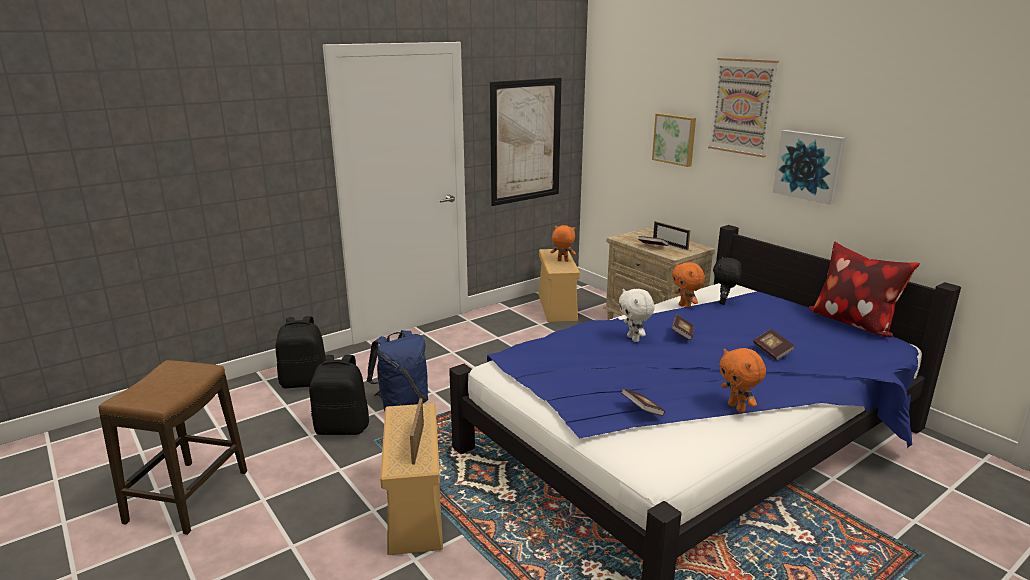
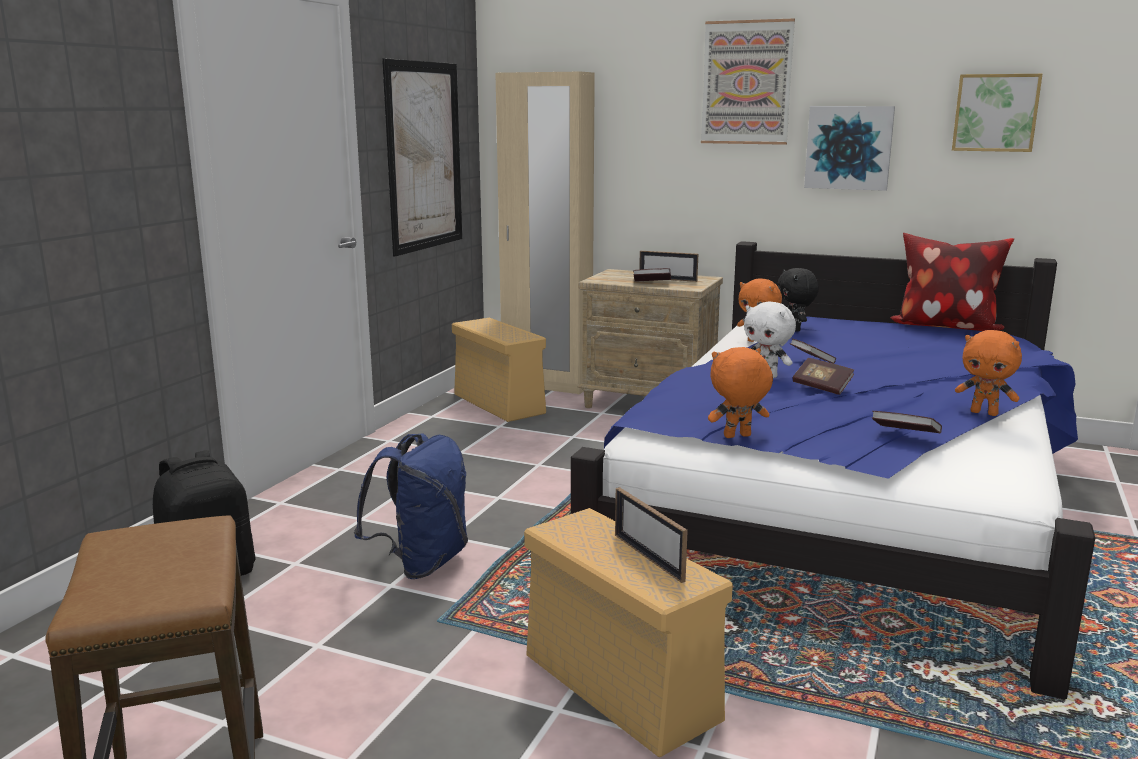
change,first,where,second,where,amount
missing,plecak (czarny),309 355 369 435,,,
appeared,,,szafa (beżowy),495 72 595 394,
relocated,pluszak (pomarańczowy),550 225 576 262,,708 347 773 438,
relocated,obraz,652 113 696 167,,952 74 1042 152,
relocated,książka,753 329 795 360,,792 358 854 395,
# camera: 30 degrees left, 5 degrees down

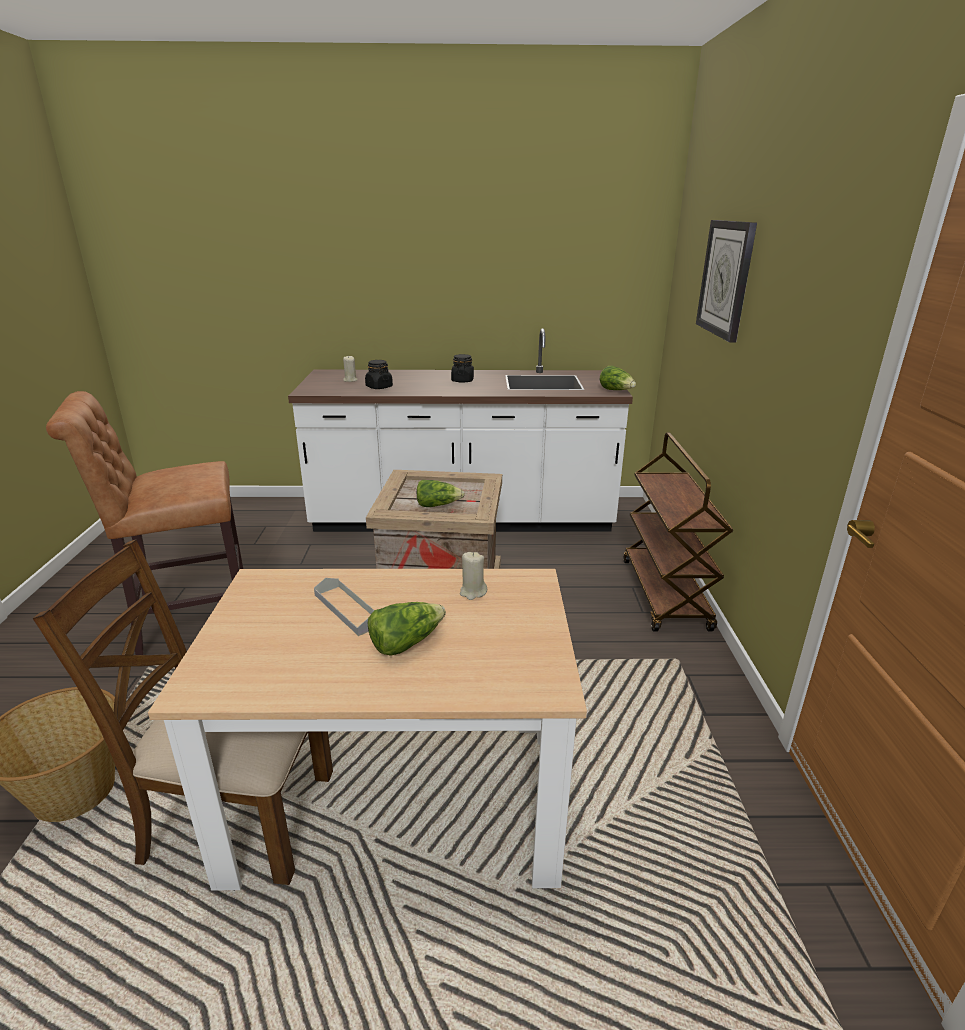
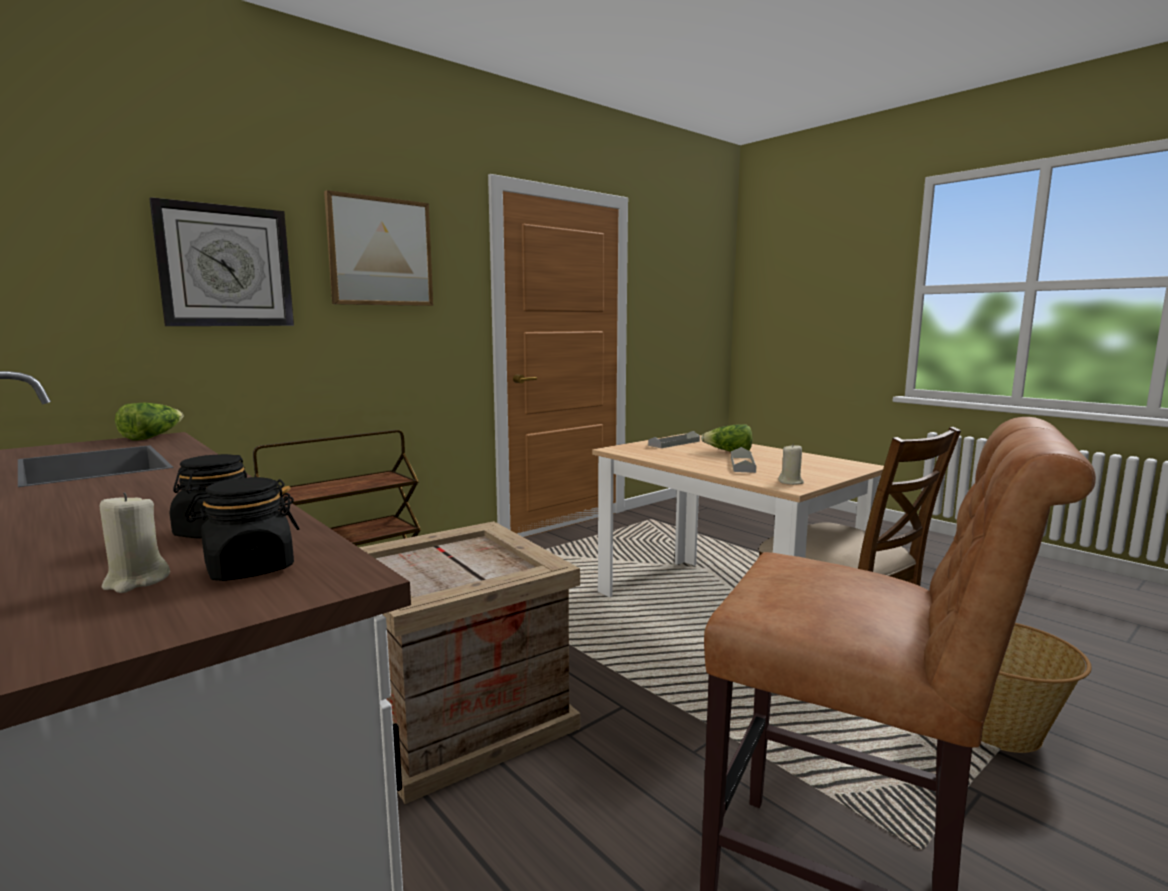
change,first,where,second,where,amount
missing,sałata,417 480 465 507,,,
appeared,,,obraz,324 190 433 306,
appeared,,,taca (szary),648 431 700 448,
relocated,słoik (czarny),451 354 474 383,,185 477 299 581,
relocated,świeca (beżowy),460 552 487 600,,778 445 804 485,
# camera: 130 degrees left, 15 degrees down

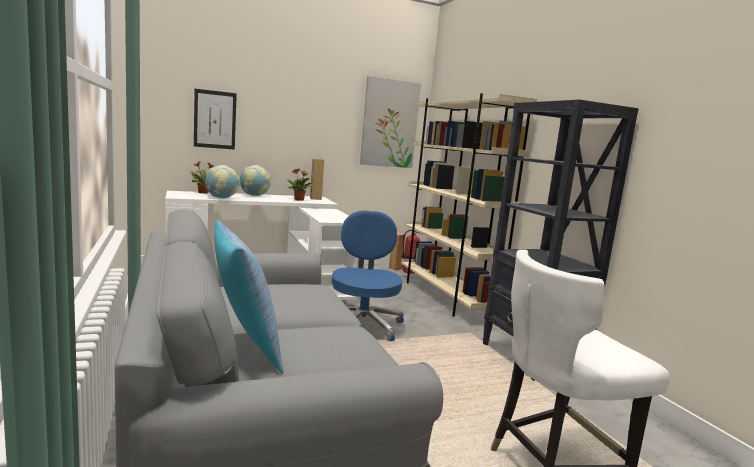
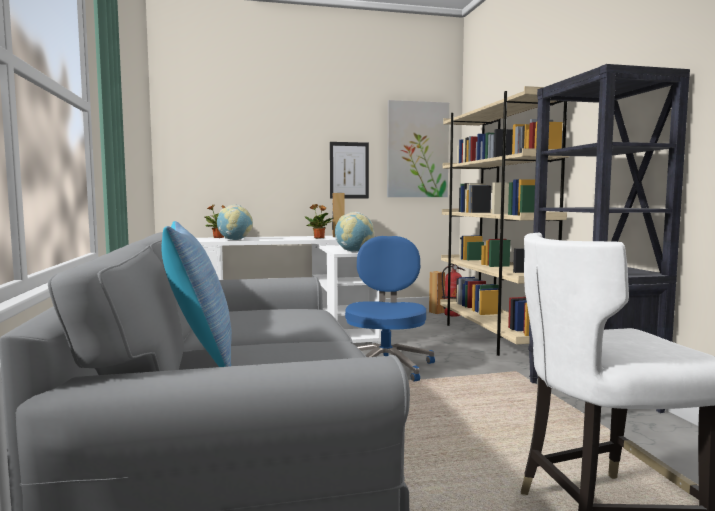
change,first,where,second,where,amount
relocated,obraz,194 89 237 150,,330 142 369 198,
relocated,globus,240 165 271 196,,335 212 375 252,
# camera: 10 degrees right, 5 degrees down

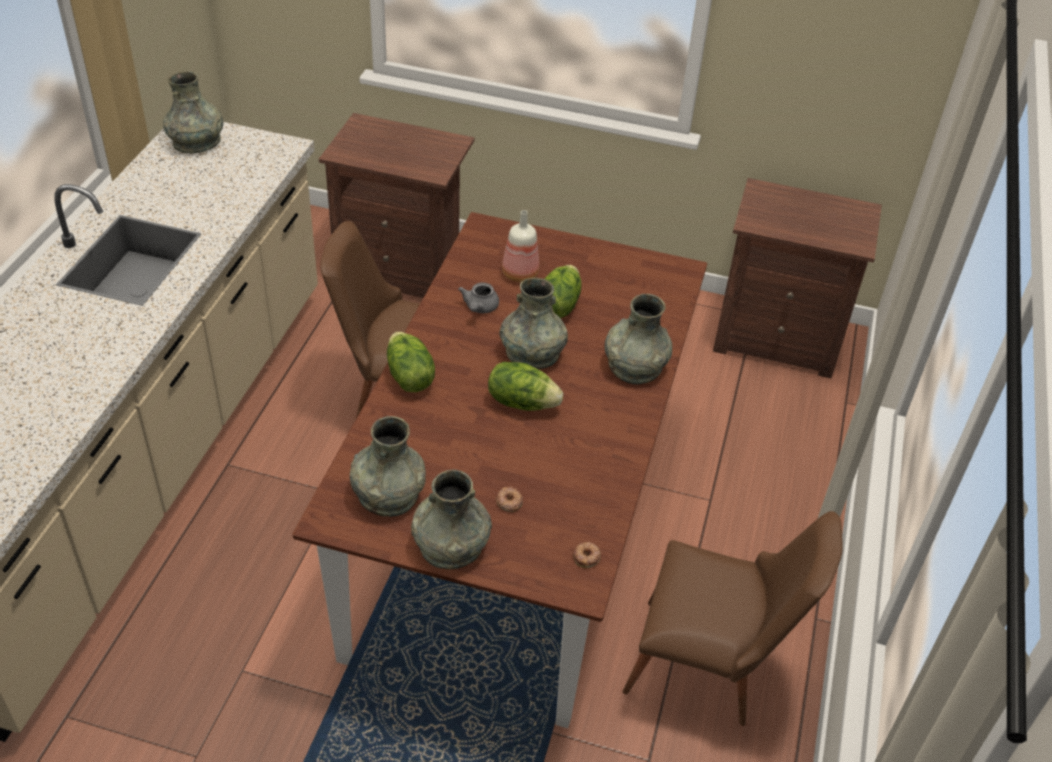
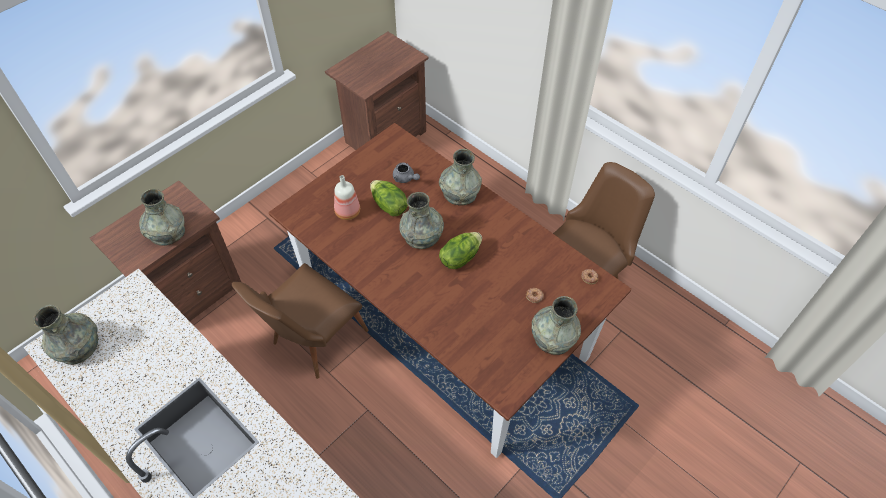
change,first,where,second,where,amount
missing,sałata,387 332 435 392,,,
relocated,wazon (szary),350 416 426 517,,139 189 185 246,
relocated,imbryk (szary),458 282 499 313,,393 163 420 183,
# camera: 60 degrees left, 10 degrees up

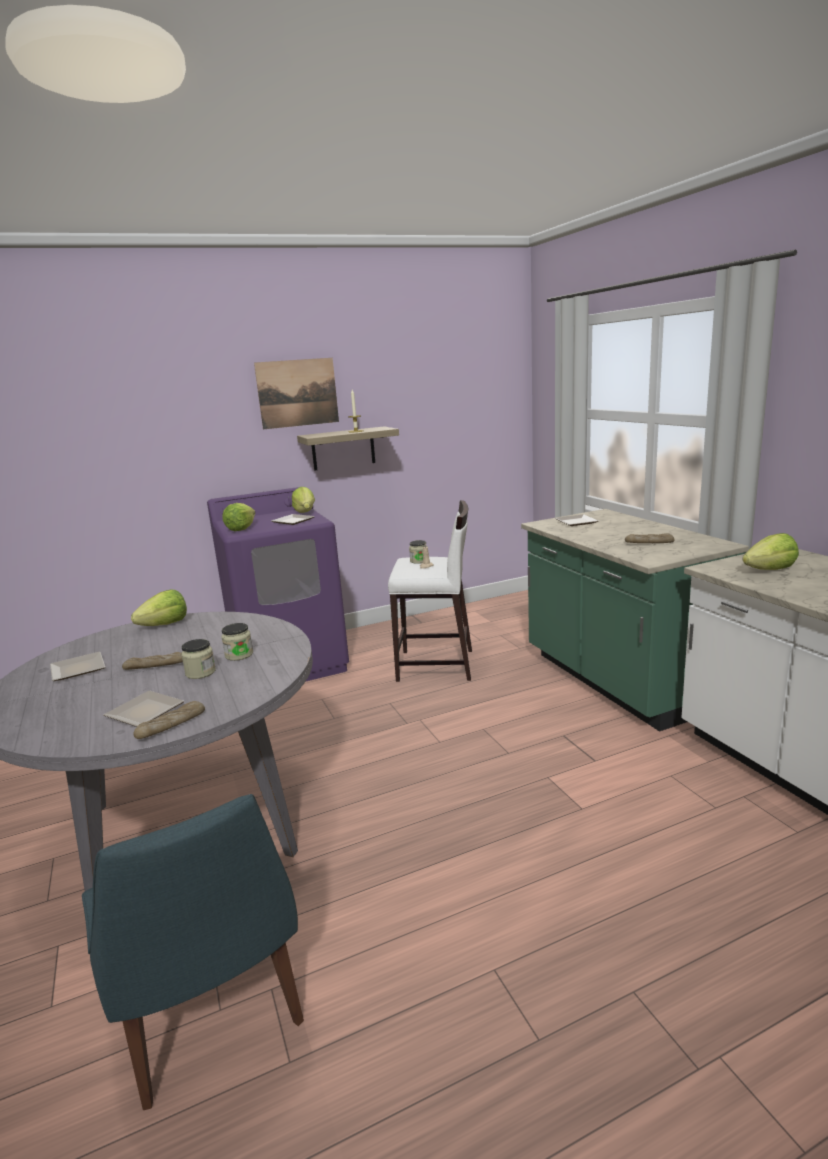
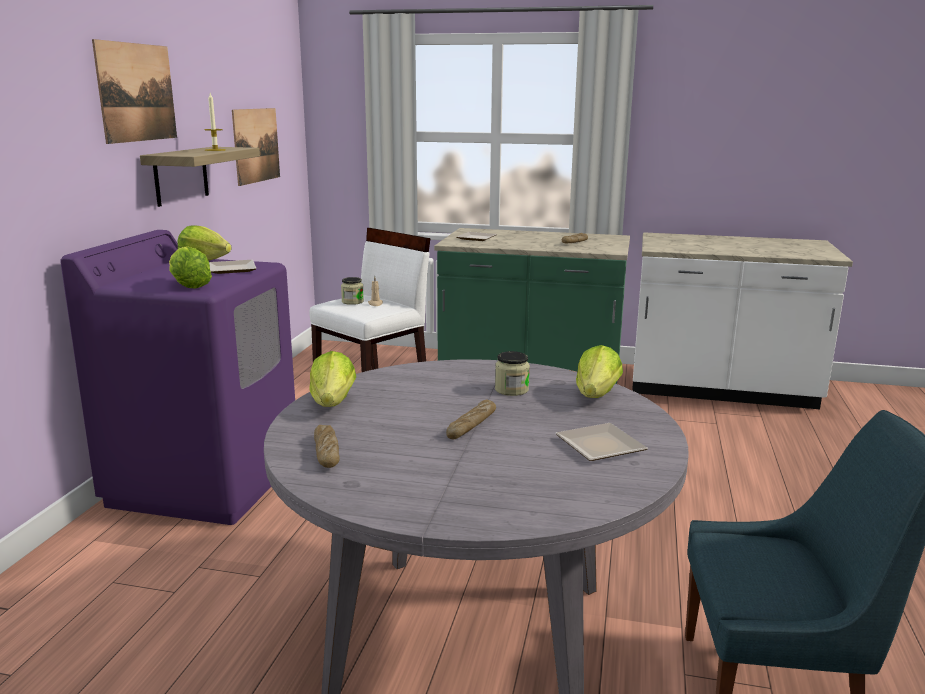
change,first,where,second,where,amount
missing,talerz,50 652 105 681,,,
missing,słoik,181 639 216 679,,,
appeared,,,obraz,232 108 280 186,
relocated,chleb,133 701 205 739,,314 425 340 468,
relocated,sałata,742 533 799 570,,576 345 623 398,
# camera: 55 degrees left, 0 degrees up

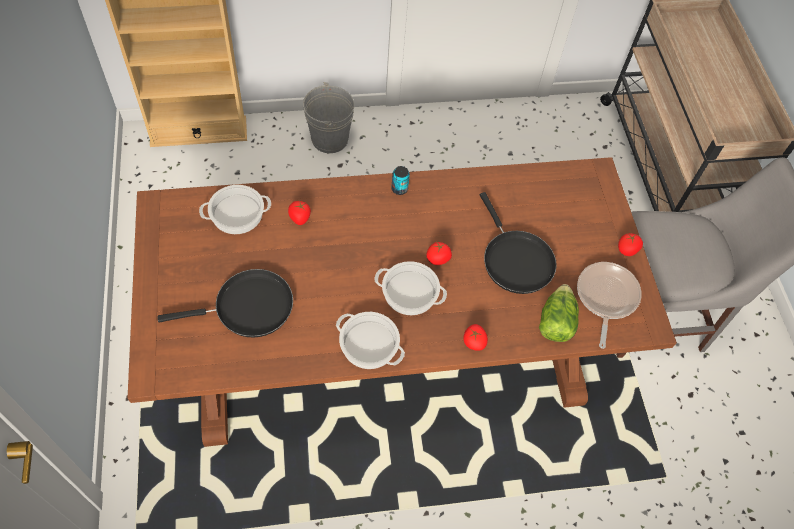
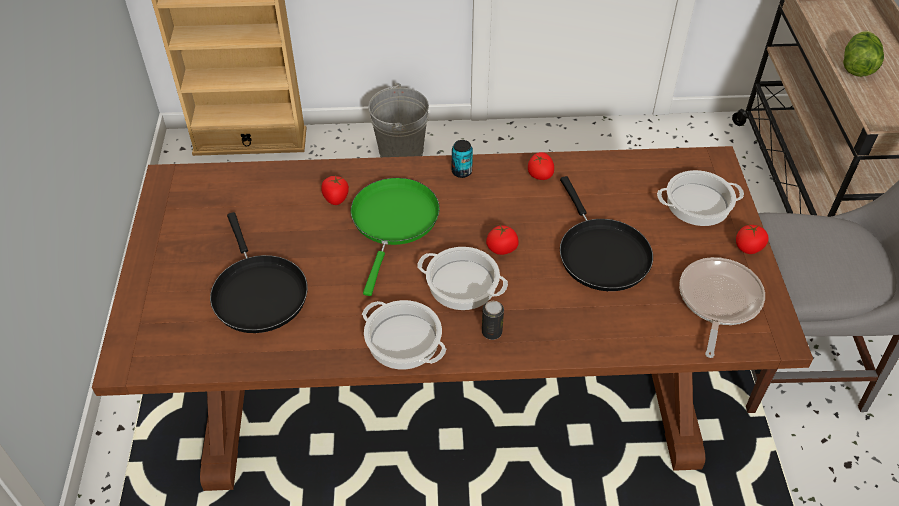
change,first,where,second,where,amount
appeared,,,patelnia (zielony),351 178 440 296,
appeared,,,puszka,482 301 504 340,
relocated,garnek,199 185 271 234,,657 170 744 226,
relocated,pomidor,464 324 488 351,,528 152 554 180,
relocated,sałata,539 284 579 342,,843 30 884 77,
spun,patelnia (czarny),157 269 293 338,,210 212 308 333,75 degrees clockwise
# camera: 10 degrees right, 10 degrees down

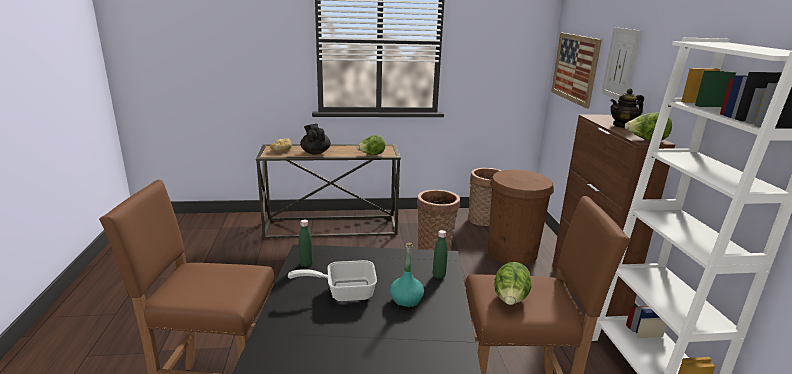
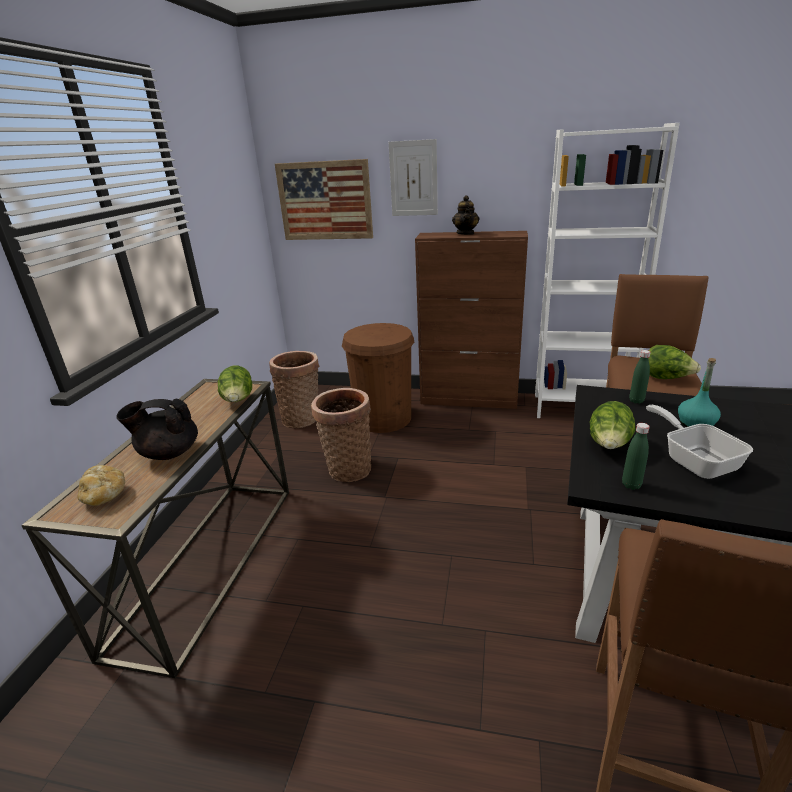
change,first,where,second,where,amount
relocated,sałata,625 112 672 141,,590 401 636 449,
spun,patelnia,288 260 377 301,,646 405 753 479,150 degrees clockwise
# camera: 70 degrees left, 5 degrees up

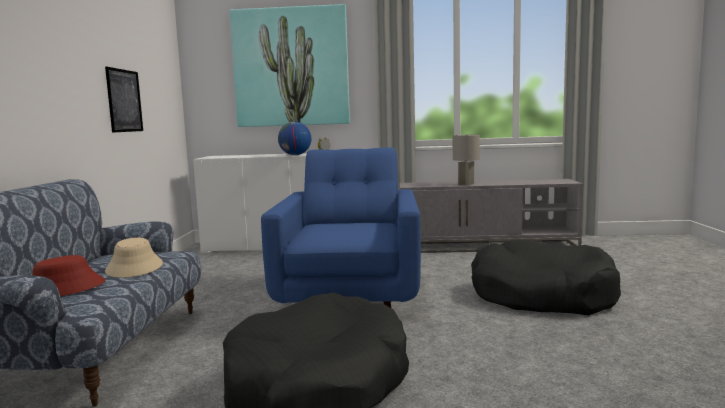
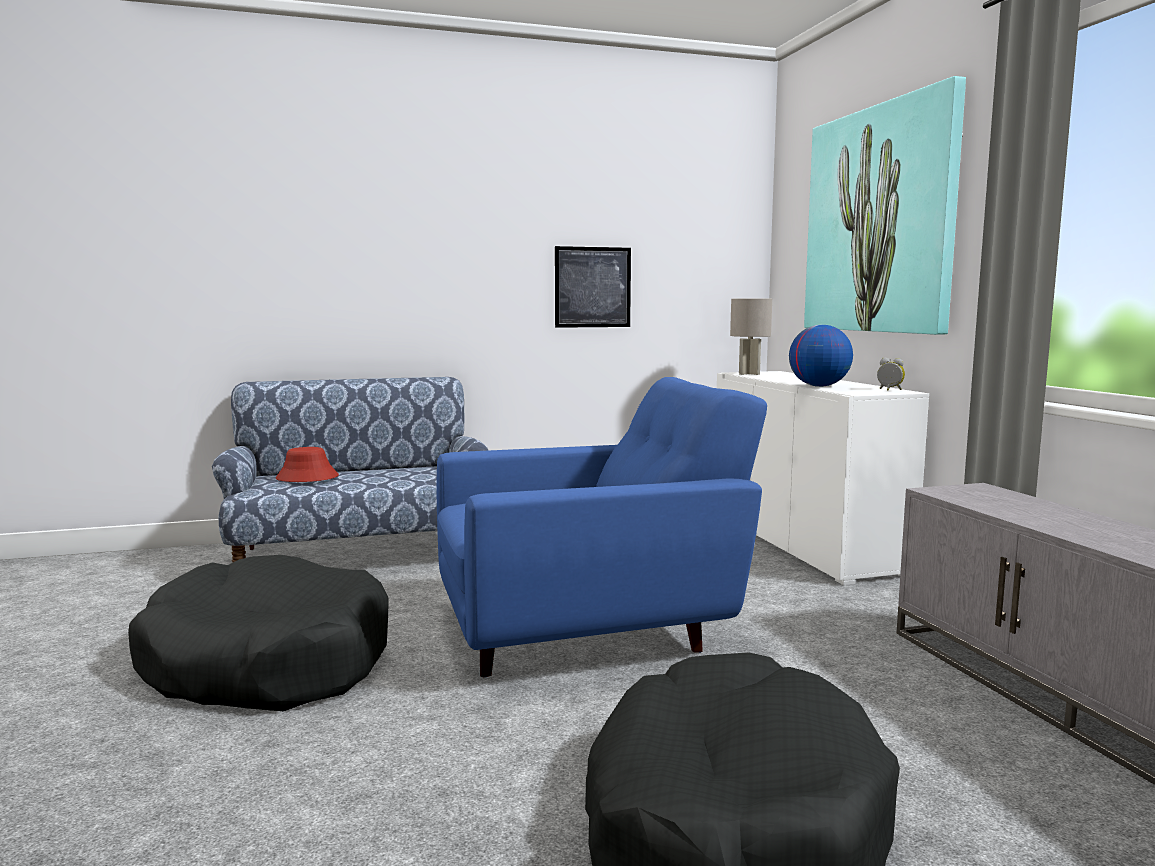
change,first,where,second,where,amount
missing,kapelusz (beżowy),105 237 163 278,,,
relocated,lampa stołowa (szary),453 135 480 186,,730 299 772 375,
# camera: 70 degrees right, 0 degrees up

